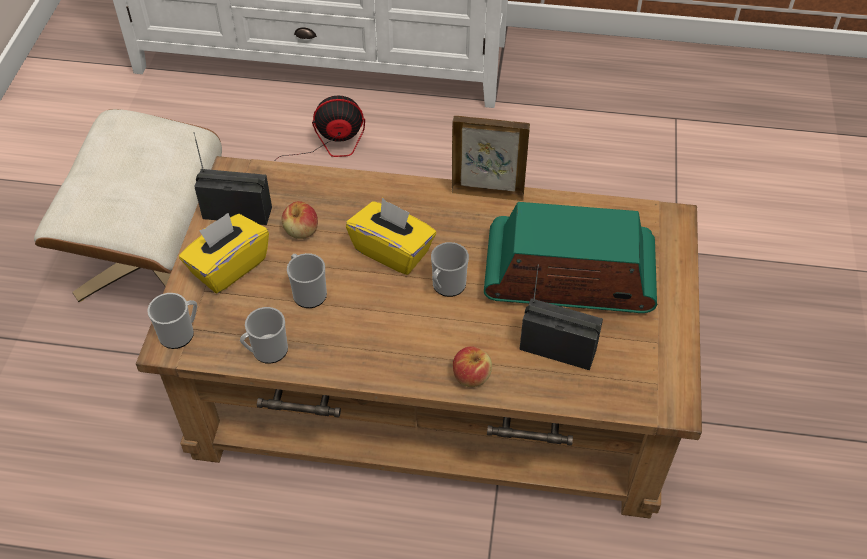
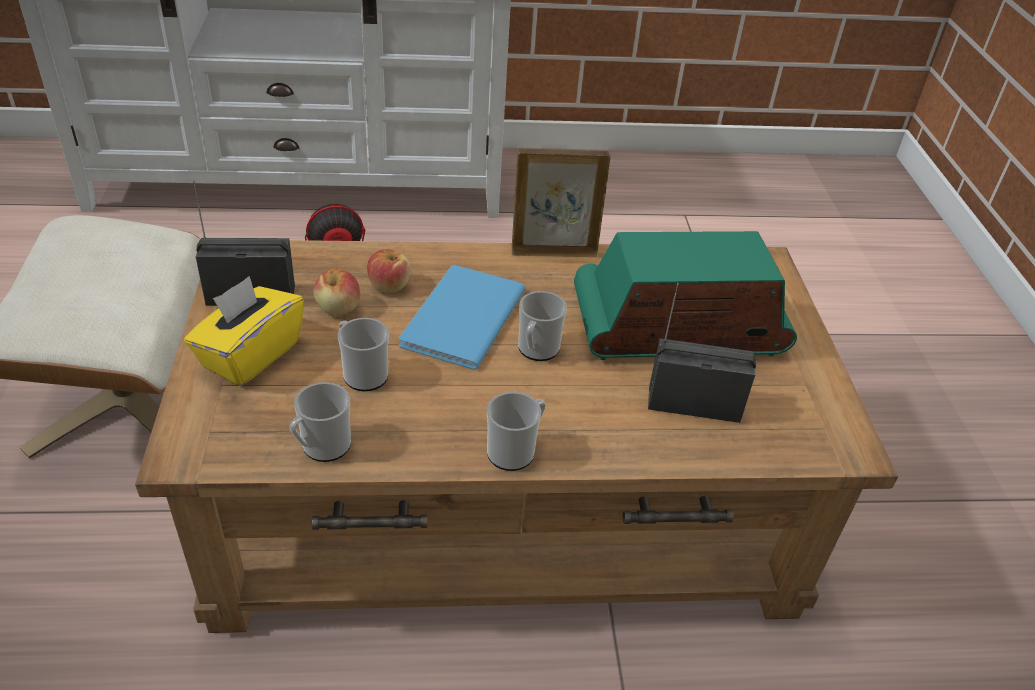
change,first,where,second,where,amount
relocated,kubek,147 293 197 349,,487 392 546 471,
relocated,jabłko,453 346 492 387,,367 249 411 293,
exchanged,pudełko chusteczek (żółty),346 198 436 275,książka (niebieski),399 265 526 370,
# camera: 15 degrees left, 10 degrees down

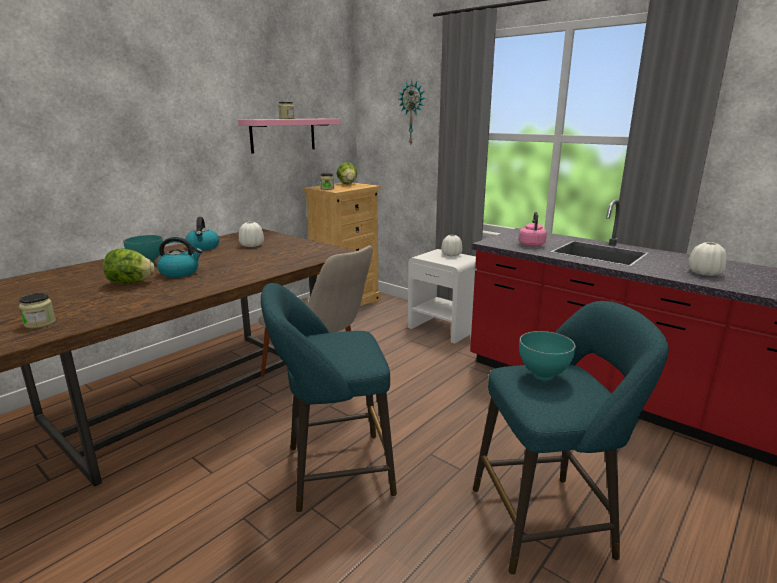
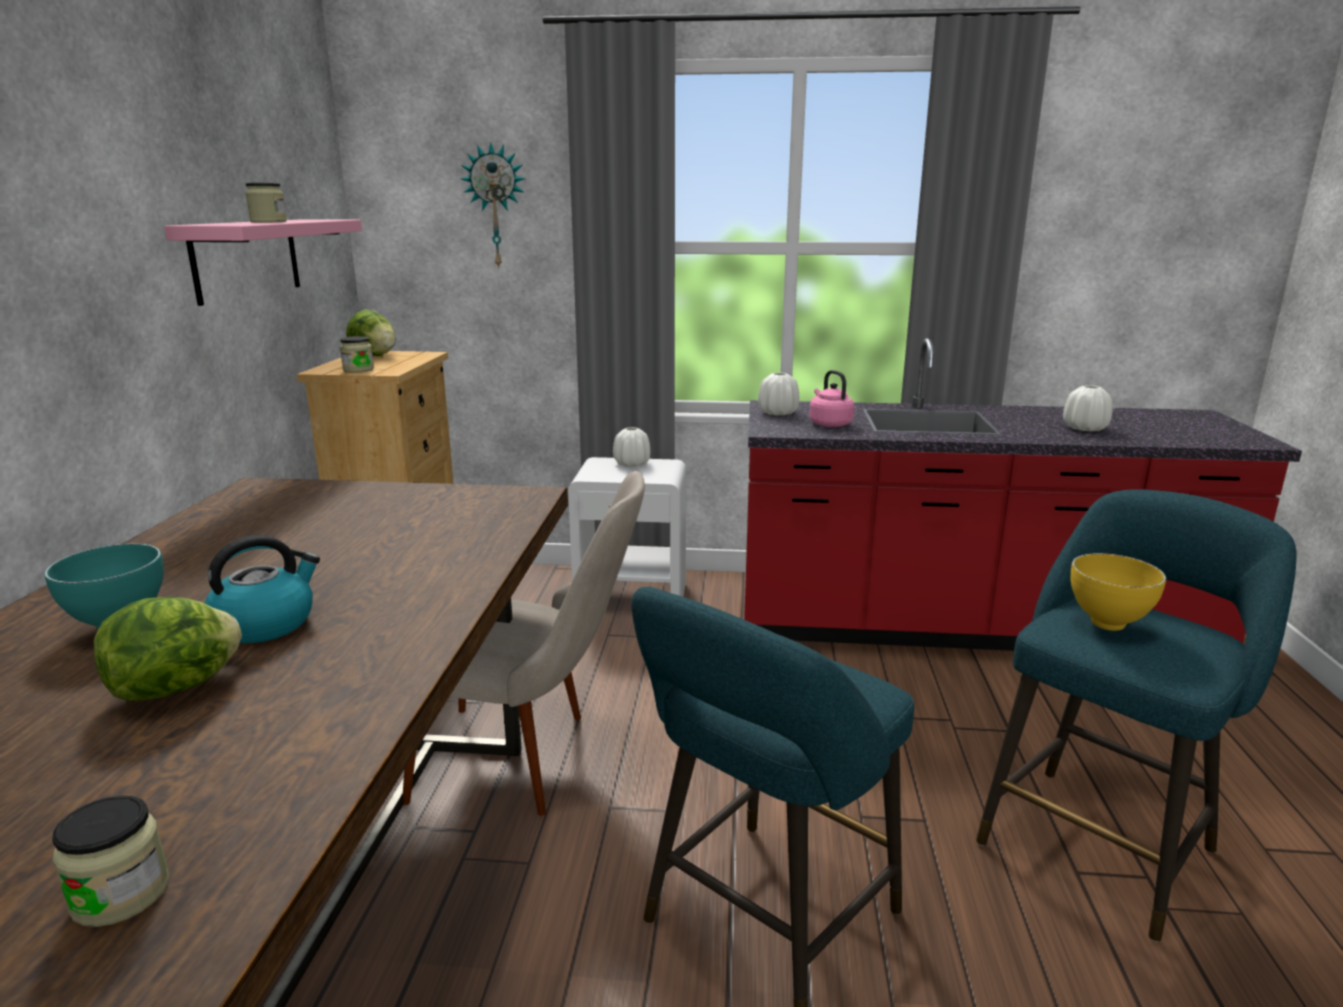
change,first,where,second,where,amount
missing,czajnik,185 217 219 251,,,
relocated,wazon (biały),239 222 264 247,,758 373 799 415,
colour,miska (turkusowy),519 331 576 381,miska (żółty),1071 553 1166 631,
# camera: 35 degrees left, 0 degrees up

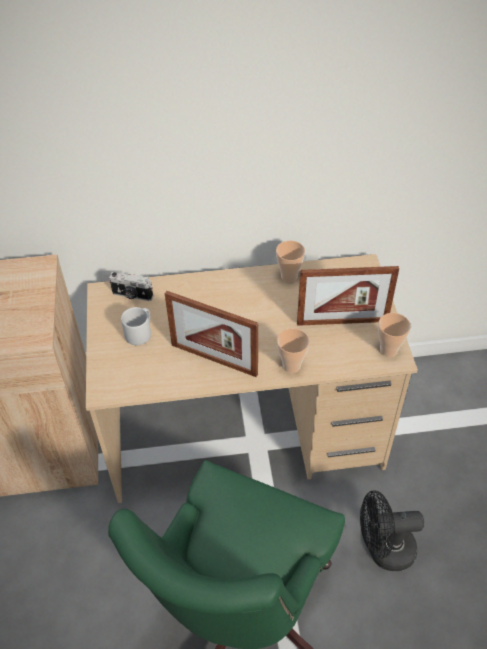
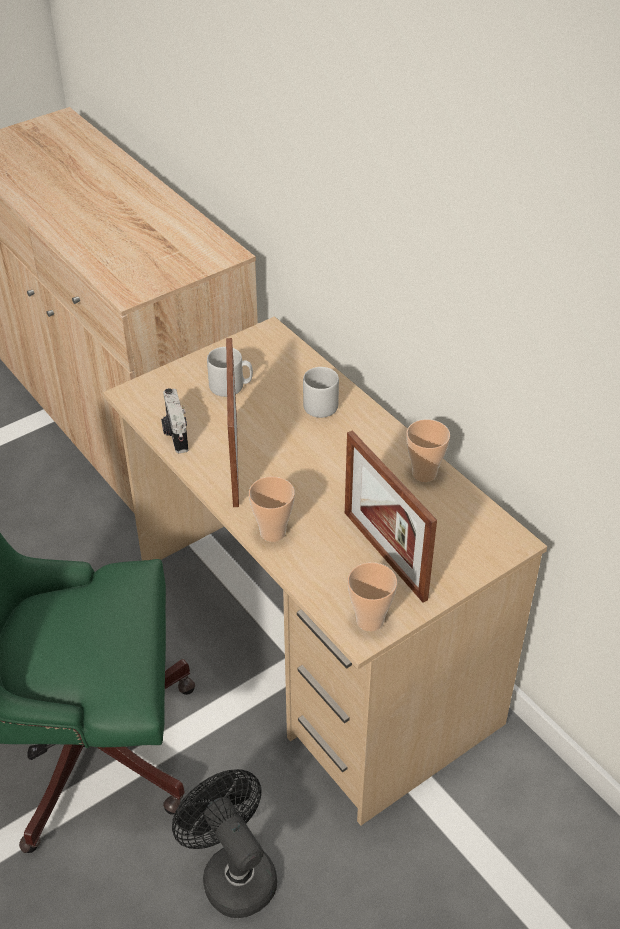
change,first,where,second,where,amount
appeared,,,kubek (szary),303 367 339 418,
relocated,aparat fotograficzny,109 272 153 301,,161 388 188 453,
# camera: 60 degrees right, 5 degrees down

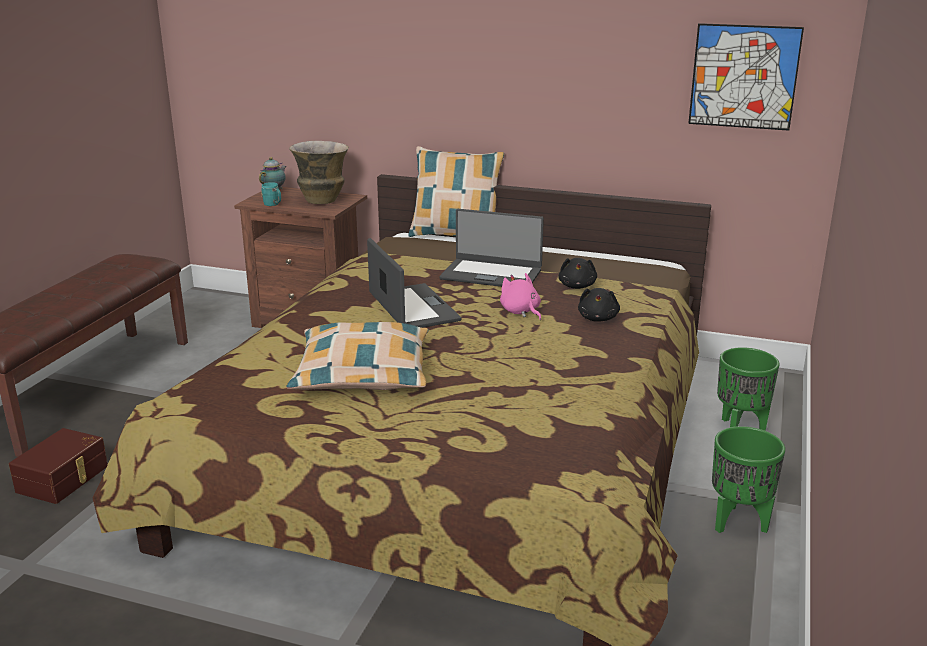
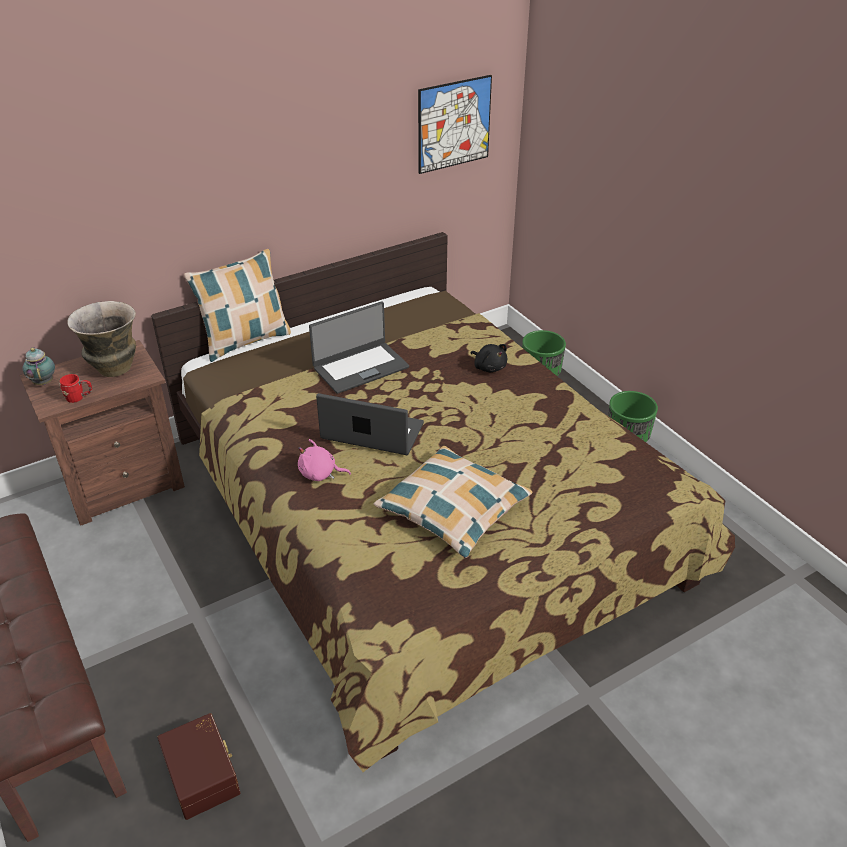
change,first,where,second,where,amount
missing,pluszak (czarny),558 258 597 289,,,
relocated,pluszak (różowy),500 273 541 320,,298 439 351 481,
colour,kubek (turkusowy),261 182 281 206,kubek (czerwony),59 374 92 403,
# camera: 50 degrees left, 15 degrees up

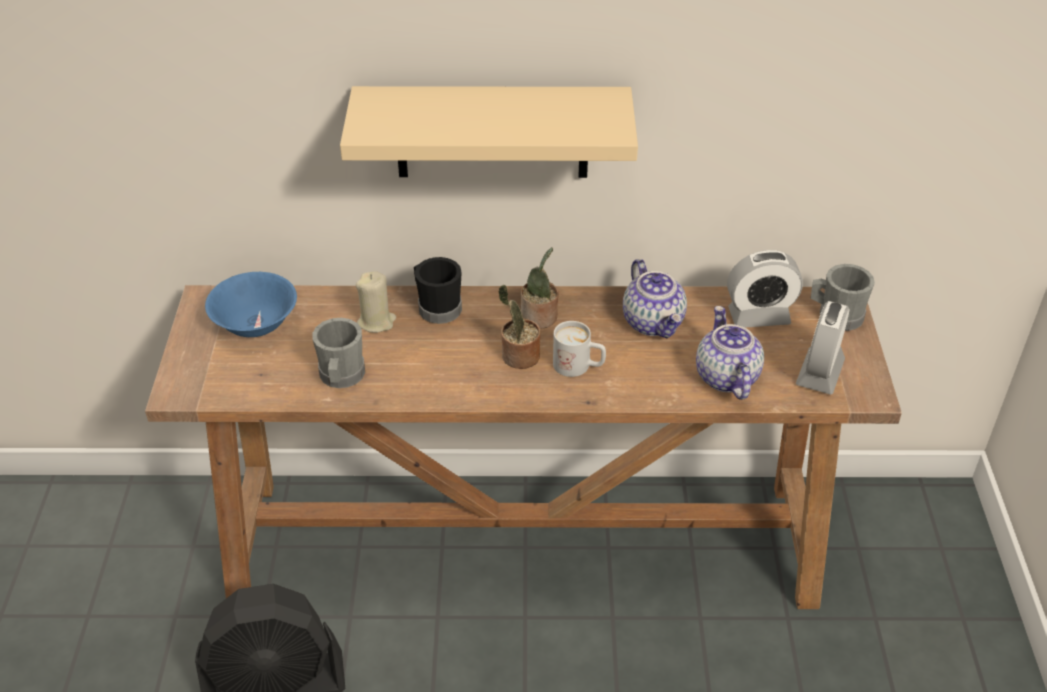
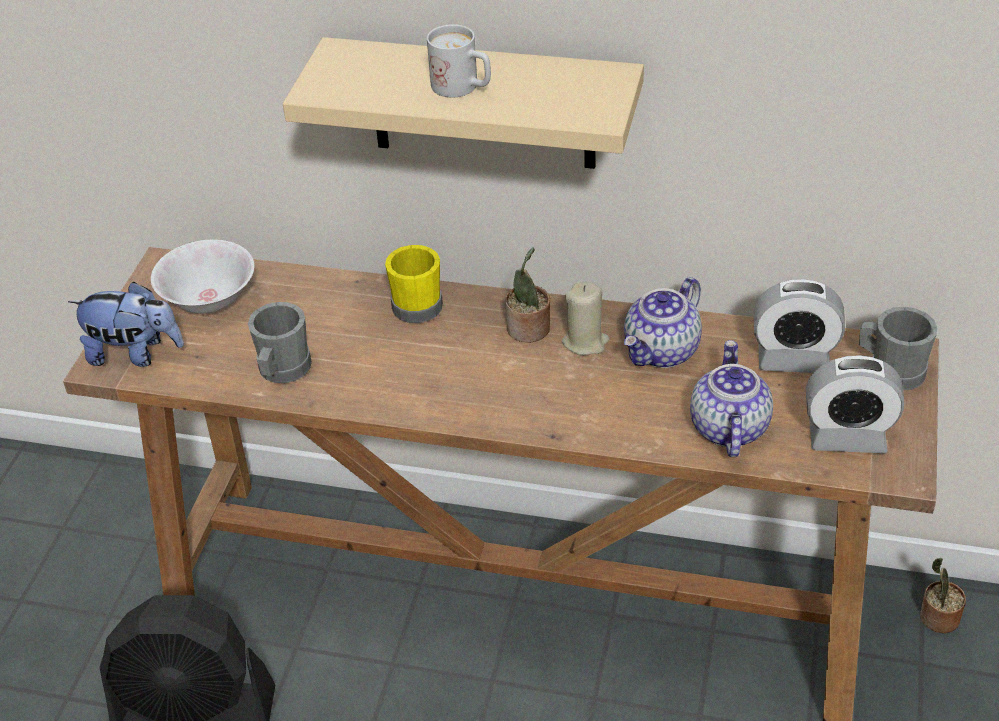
change,first,where,second,where,amount
appeared,,,pluszak,68 281 184 367,
relocated,świeca (beżowy),356 271 396 333,,562 282 609 355,
relocated,roślina doniczkowa,498 285 540 369,,920 558 966 633,
relocated,kubek (biały),553 321 606 377,,427 24 491 97,
colour,miska (niebieski),205 272 297 337,miska (biały),151 240 254 314,
colour,kubek (czarny),414 257 462 324,kubek (żółty),385 245 443 323,
spun,imbryk,623 259 687 338,,624 277 702 368,45 degrees clockwise
spun,budzik,796 301 849 395,,806 355 904 453,120 degrees counterclockwise
# camera: 15 degrees right, 0 degrees up

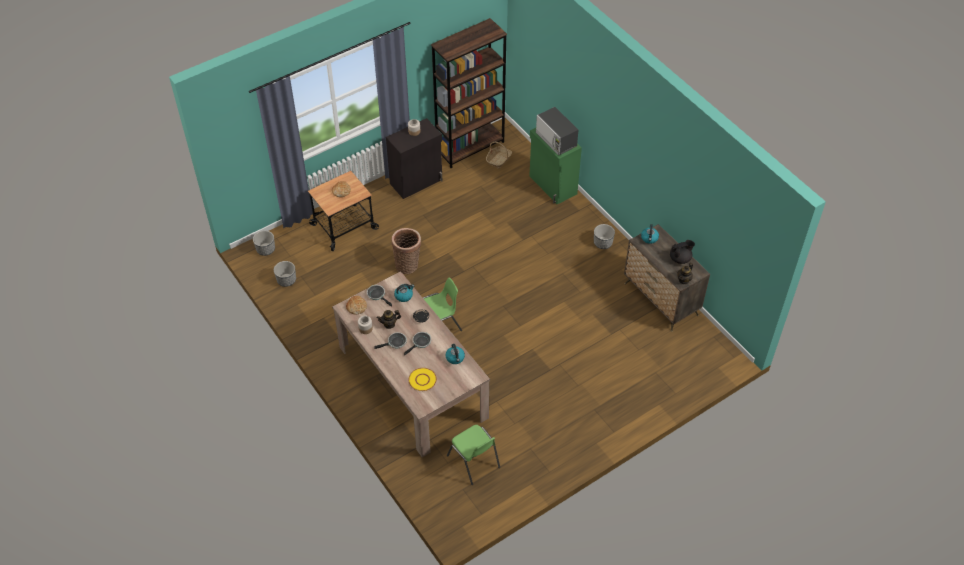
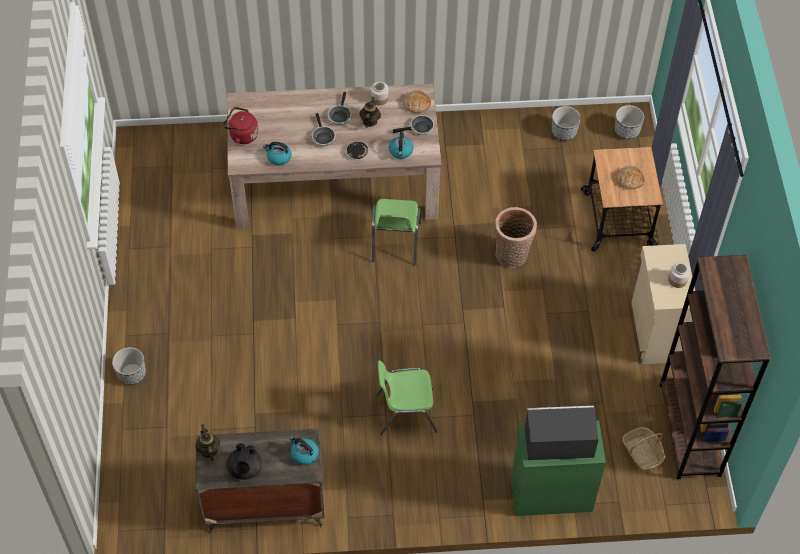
change,first,where,second,where,amount
missing,talerz (żółty),408 368 437 391,,,
appeared,,,czajnik (czerwony),223 107 258 144,
relocated,krzesło (zielony),447 425 500 485,,377 360 438 435,
relocated,donica,594 224 615 249,,112 347 146 385,
colour,szafka (czarny),386 118 442 199,szafka (beżowy),632 244 695 364,
# camera: 120 degrees right, 5 degrees up

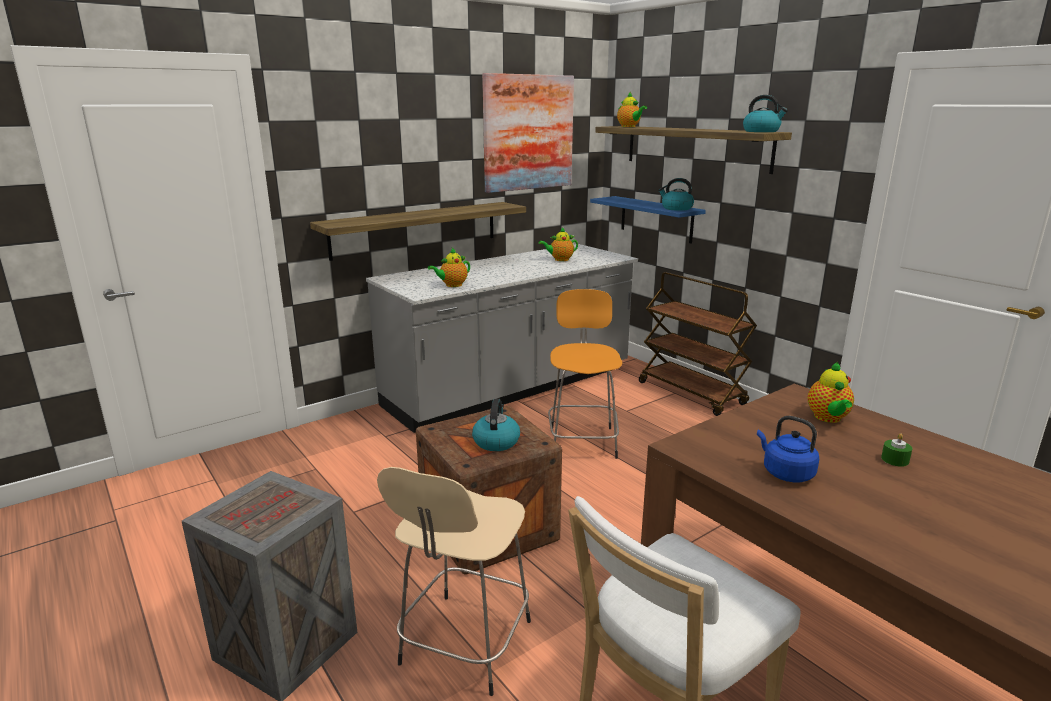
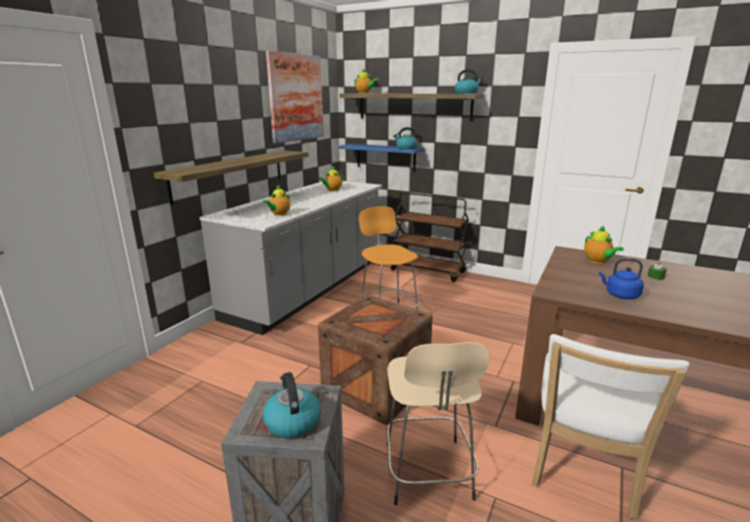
change,first,where,second,where,amount
relocated,czajnik,472 399 520 451,,263 372 321 438,
# camera: 25 degrees left, 0 degrees up

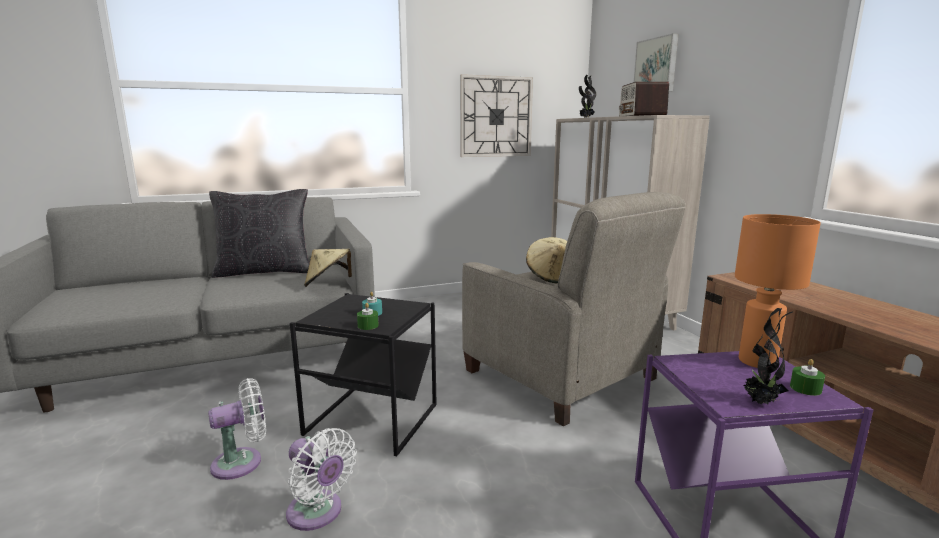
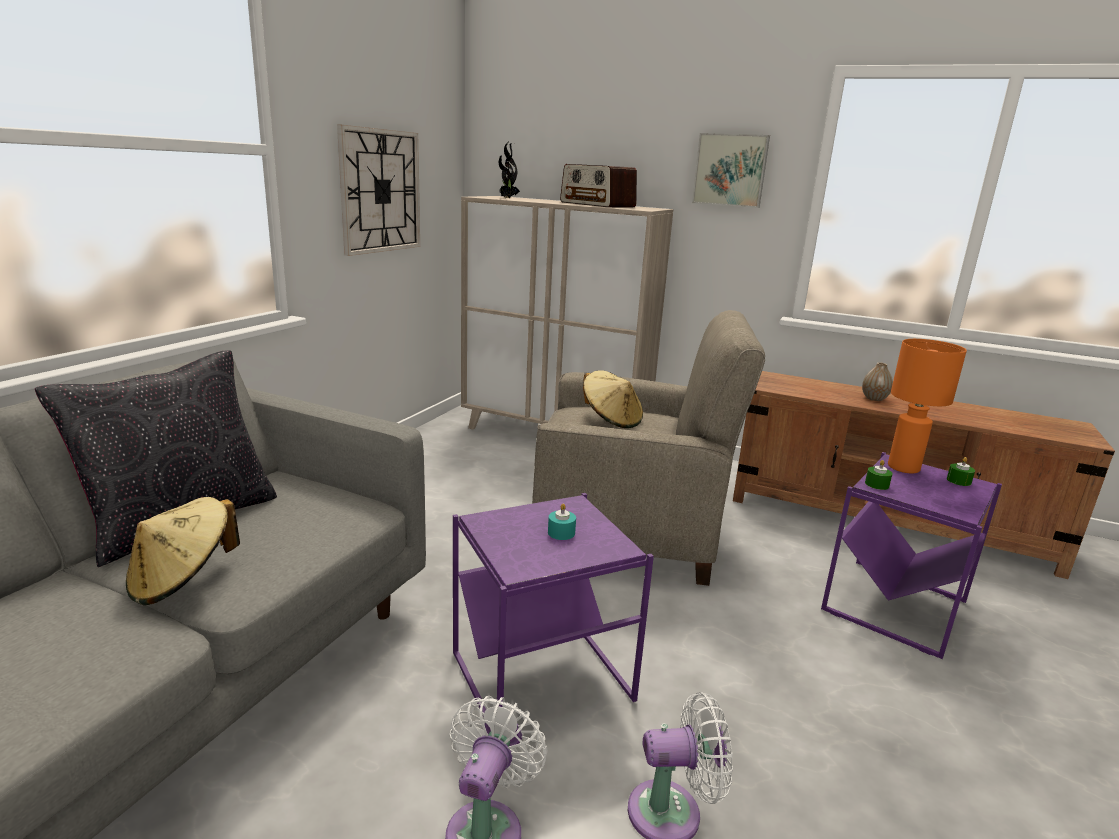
change,first,where,second,where,amount
missing,roślina doniczkowa,743 308 793 405,,,
appeared,,,wazon,862 362 893 401,
relocated,kapelusz (beżowy),304 249 352 287,,126 497 240 605,
relocated,świeca (zielony),357 303 379 330,,865 460 893 490,
relocated,obraz,634 33 679 92,,692 133 770 208,
colour,stolik (czarny),290 293 437 456,stolik (fioletowy),453 493 654 717,
# camera: 45 degrees left, 5 degrees up

